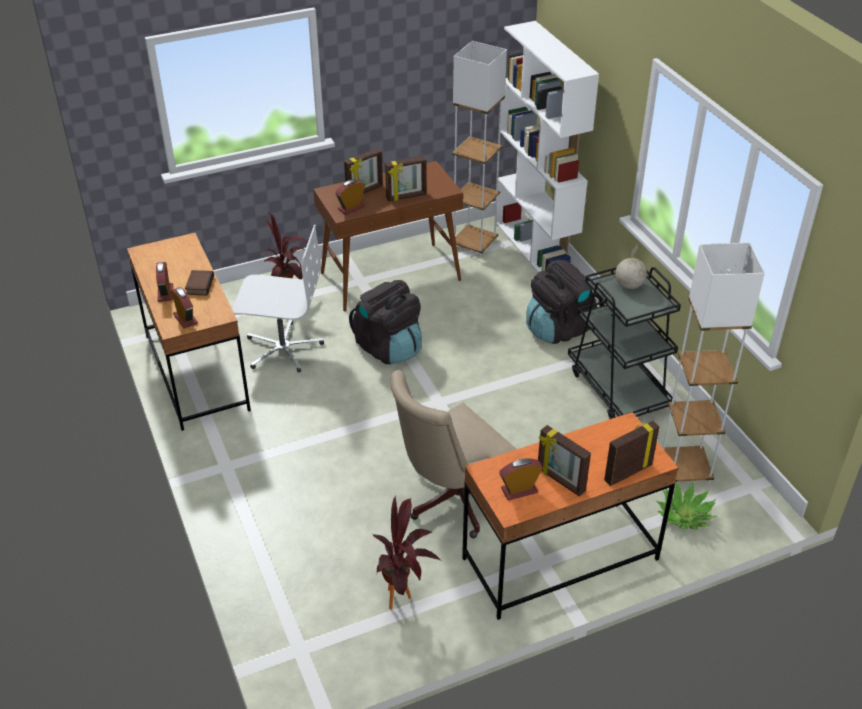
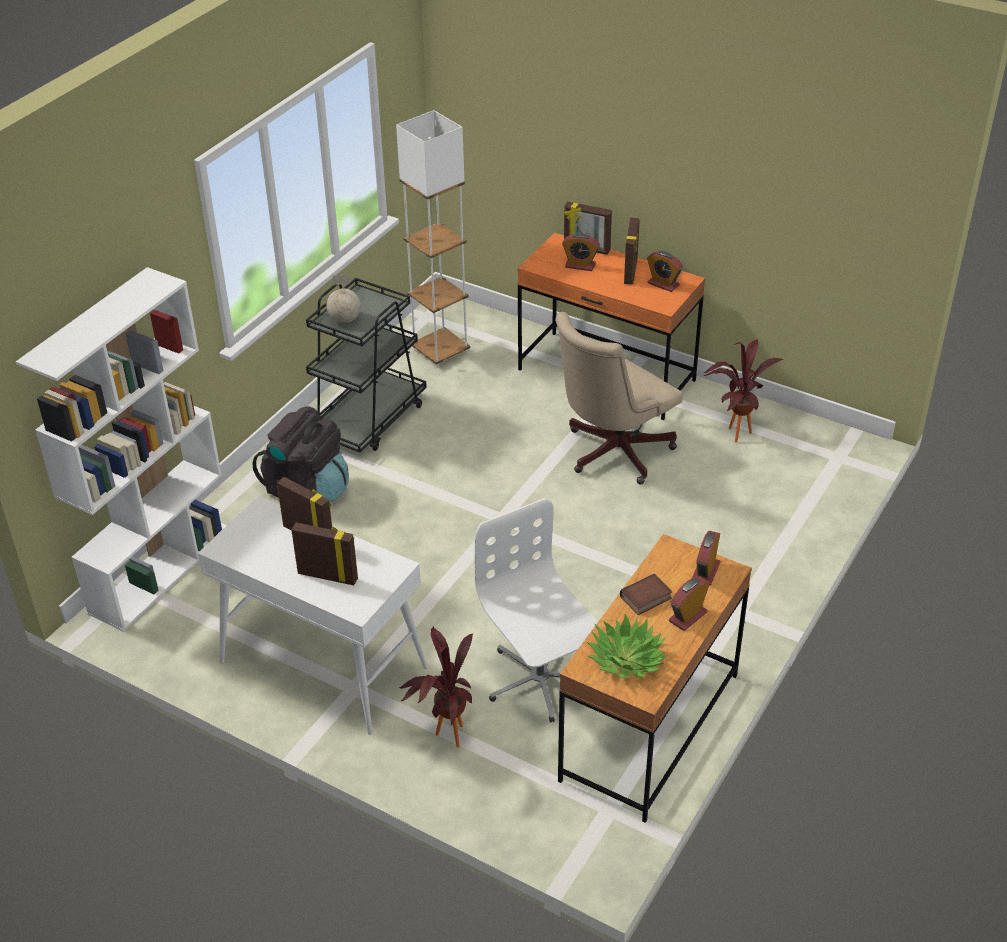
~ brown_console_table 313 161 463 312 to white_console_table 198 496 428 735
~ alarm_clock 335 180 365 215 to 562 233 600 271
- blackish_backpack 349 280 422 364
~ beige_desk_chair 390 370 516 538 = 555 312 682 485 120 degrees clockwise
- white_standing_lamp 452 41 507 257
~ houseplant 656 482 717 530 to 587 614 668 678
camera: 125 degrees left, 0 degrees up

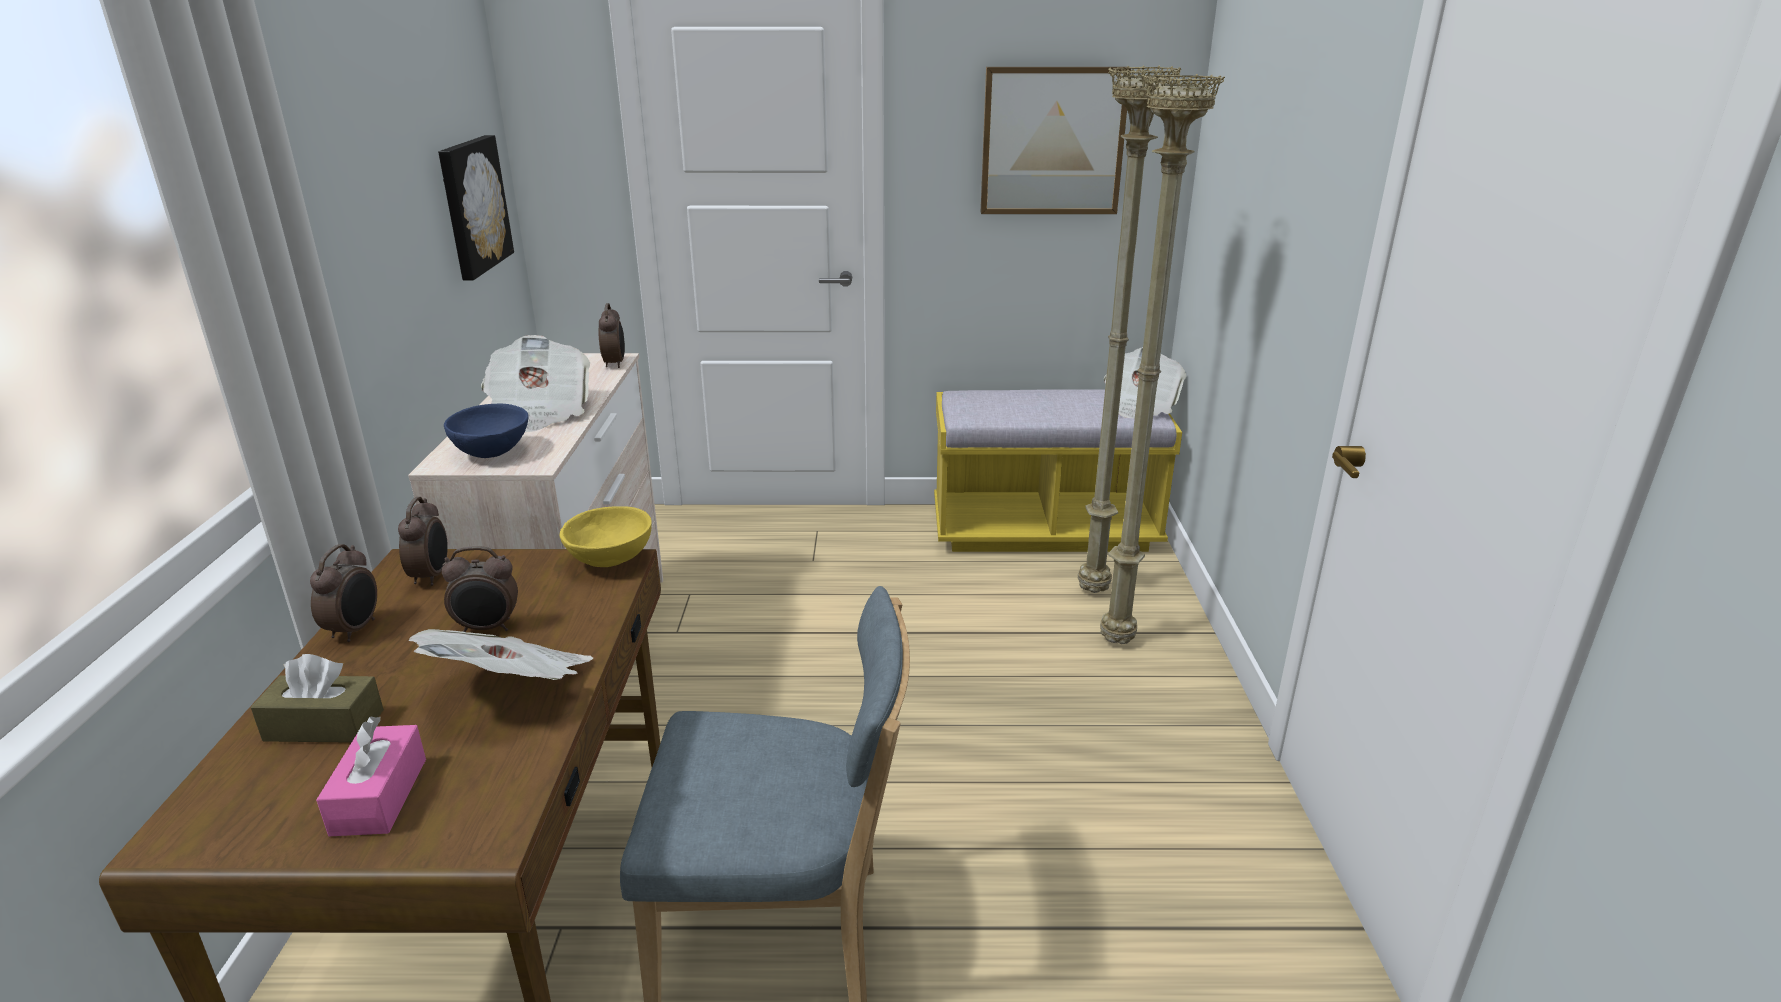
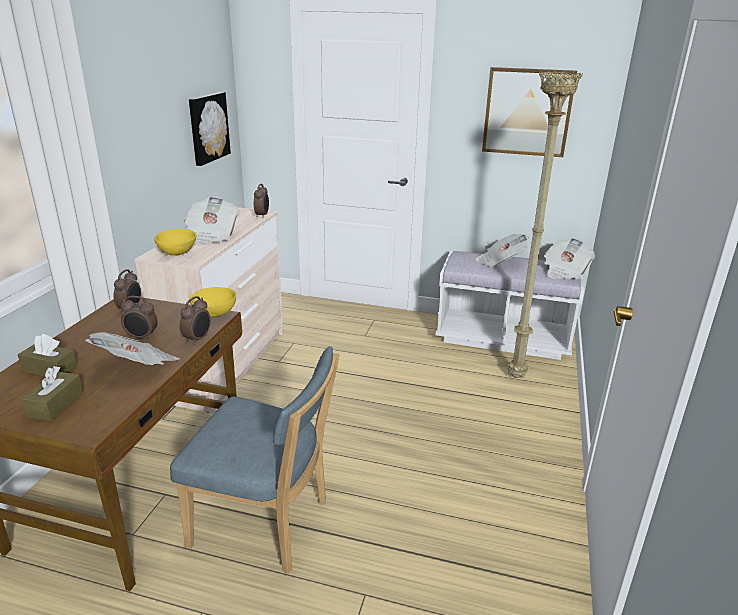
~ alarm_clock 310 544 377 642 to 179 296 211 345
~ pink_tissue_holder 316 717 426 836 to brown_tissue_holder 22 366 83 421
~ blue-coloured_deep_dish 444 404 528 458 to yellow-coloured_deep_dish 154 229 196 256
~ yellow-coloured_long_seat 934 389 1182 552 to white_long_seat 436 251 584 360
- beige_standing_lamp 1100 74 1225 644
+ daily_paper 476 234 529 267
camera: 15 degrees right, 0 degrees up

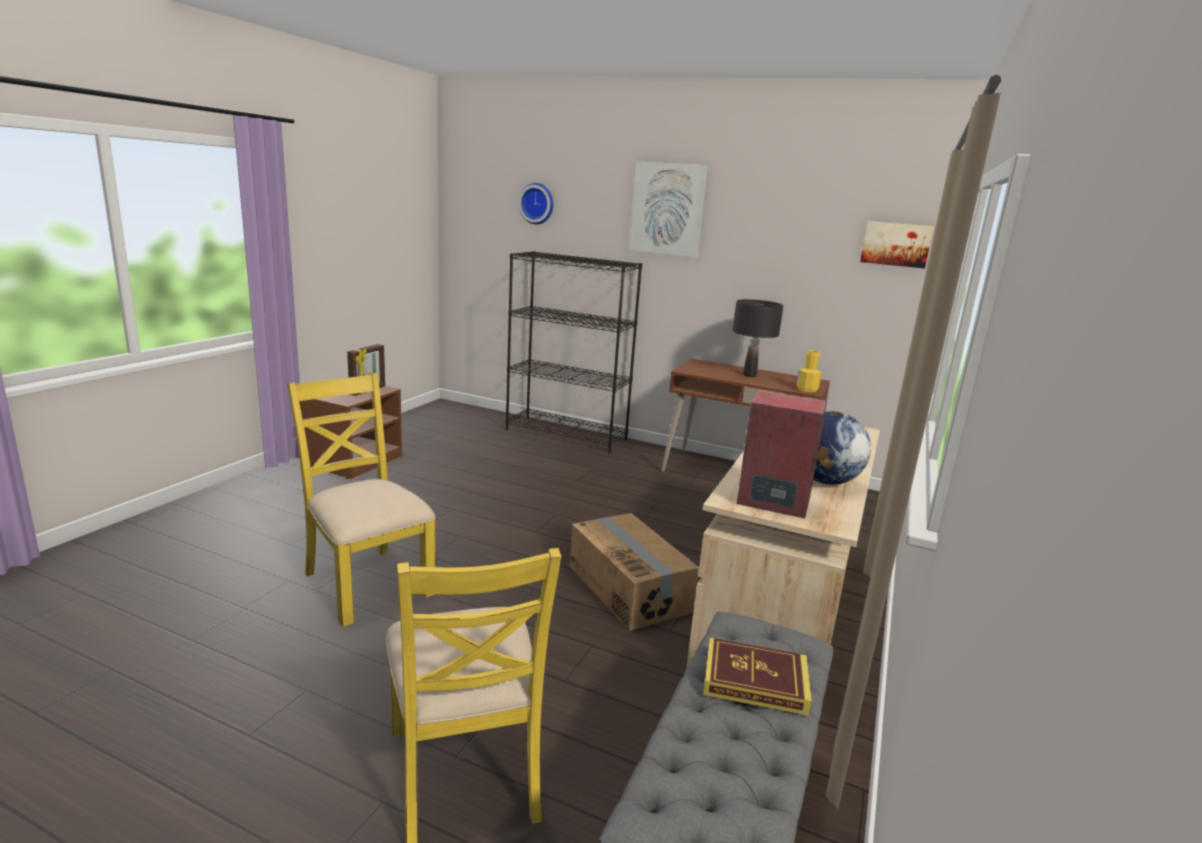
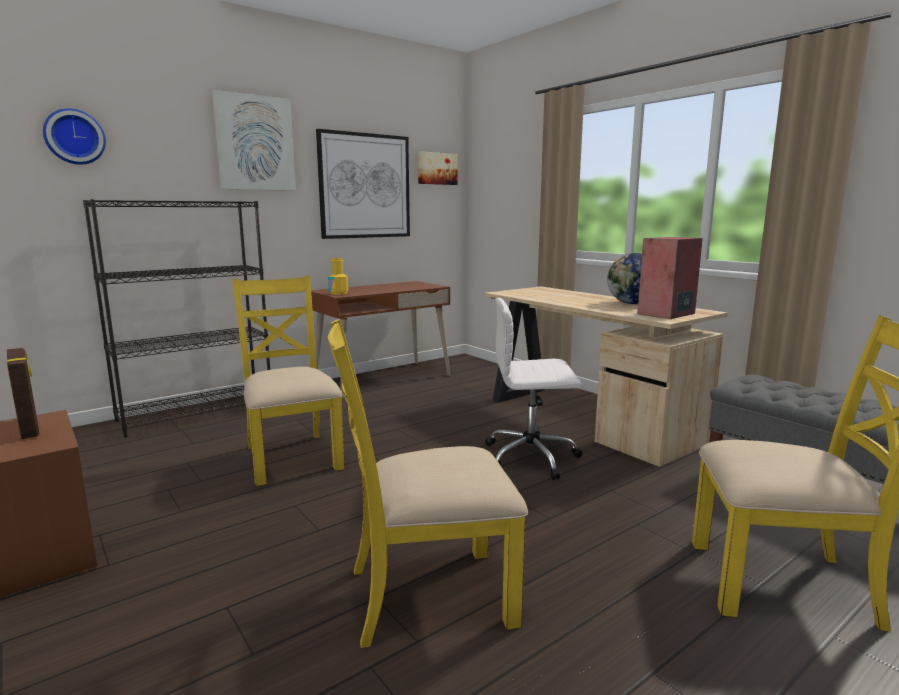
~ packing_box 570 513 699 631 to white_desk_chair 485 298 583 480
- book 703 638 812 716
- blackish_tabletop_lamp 733 299 784 377
~ yellow-coloured_drink_bottle 796 350 822 392 to 328 258 348 295
+ yellow-coloured_chair 232 276 345 486
+ picture 316 129 410 239
camera: 60 degrees left, 5 degrees down

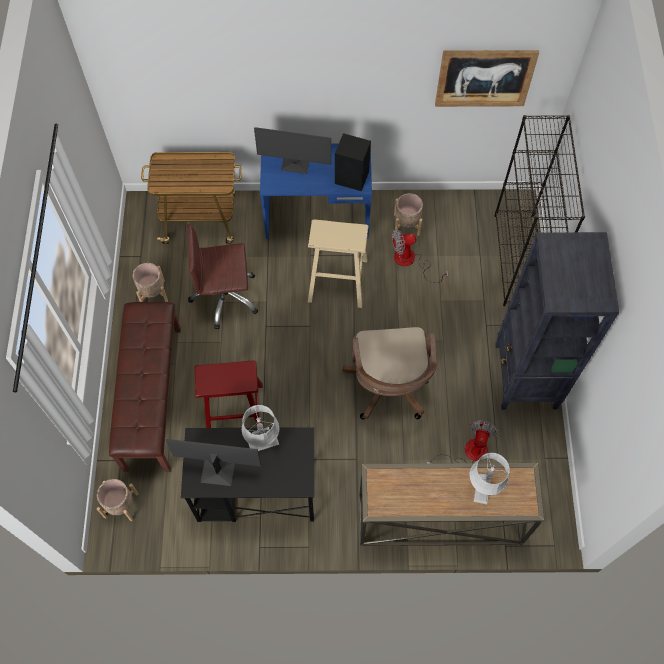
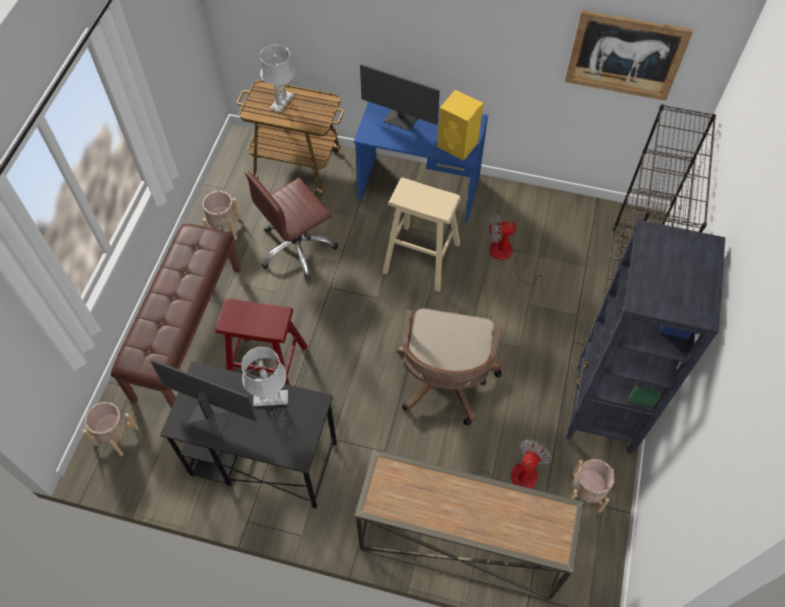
~ brown_desk_chair 187 224 258 329 = 245 171 338 280 45 degrees counterclockwise
~ blackish_audio_speaker 335 133 371 191 to yellow-coloured_audio_speaker 437 90 483 160
~ beige_plant_pot 394 193 423 236 to 569 459 615 513
~ grey_tabletop_lamp 469 453 510 504 to 260 44 295 113
camera: 15 degrees right, 5 degrees down

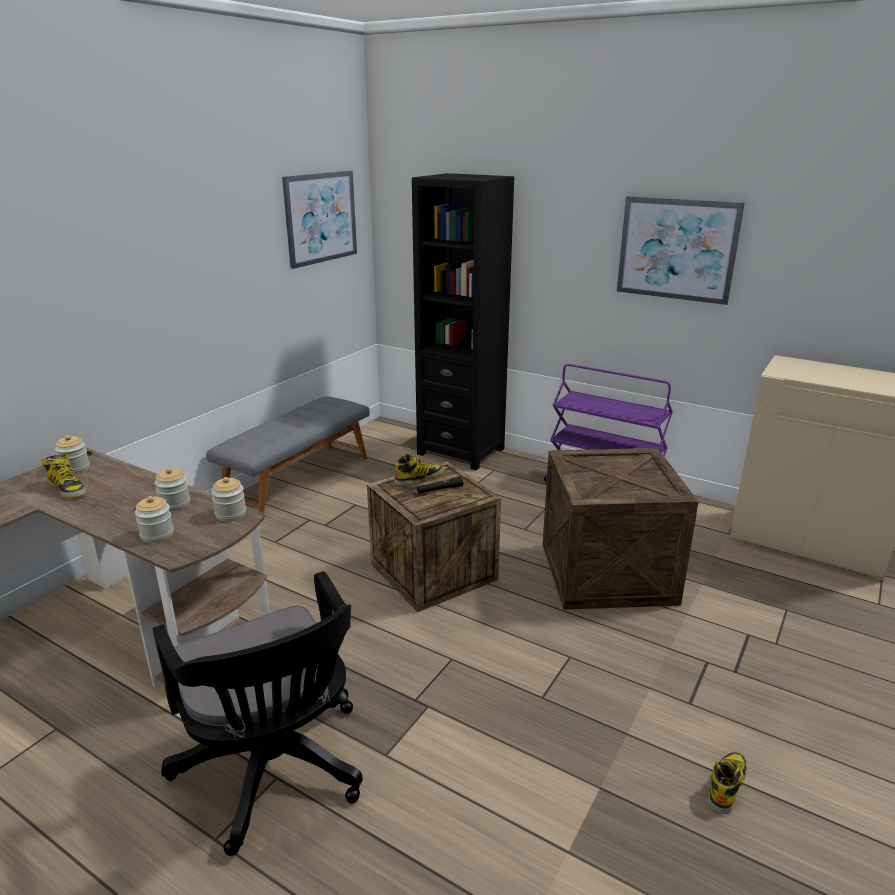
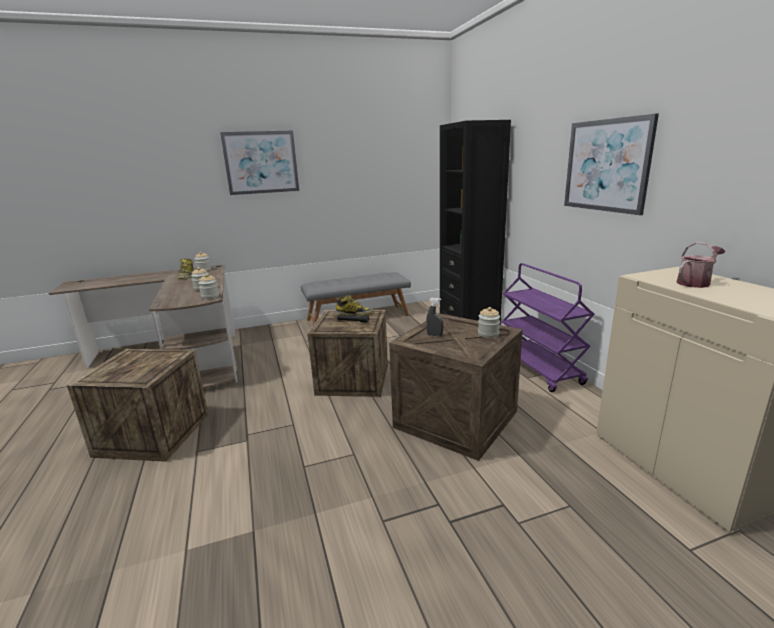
~ jar 135 496 174 543 to 478 307 500 338
~ blackish_desk_chair 153 571 363 856 to packing_crate 67 349 209 462
~ picture 282 171 357 269 to 220 130 299 195
- tall_boot 708 752 747 814
+ grey_spray_bottle 426 298 443 336
+ sprinkling_can 676 242 725 288
camera: 40 degrees right, 5 degrees down

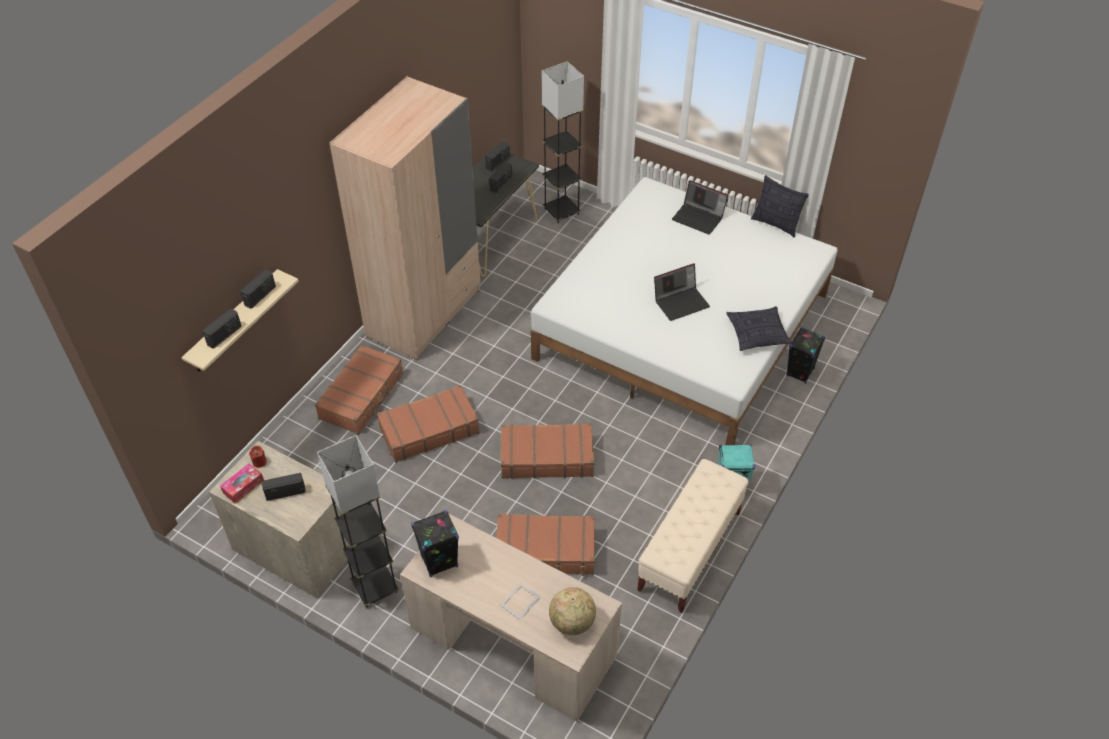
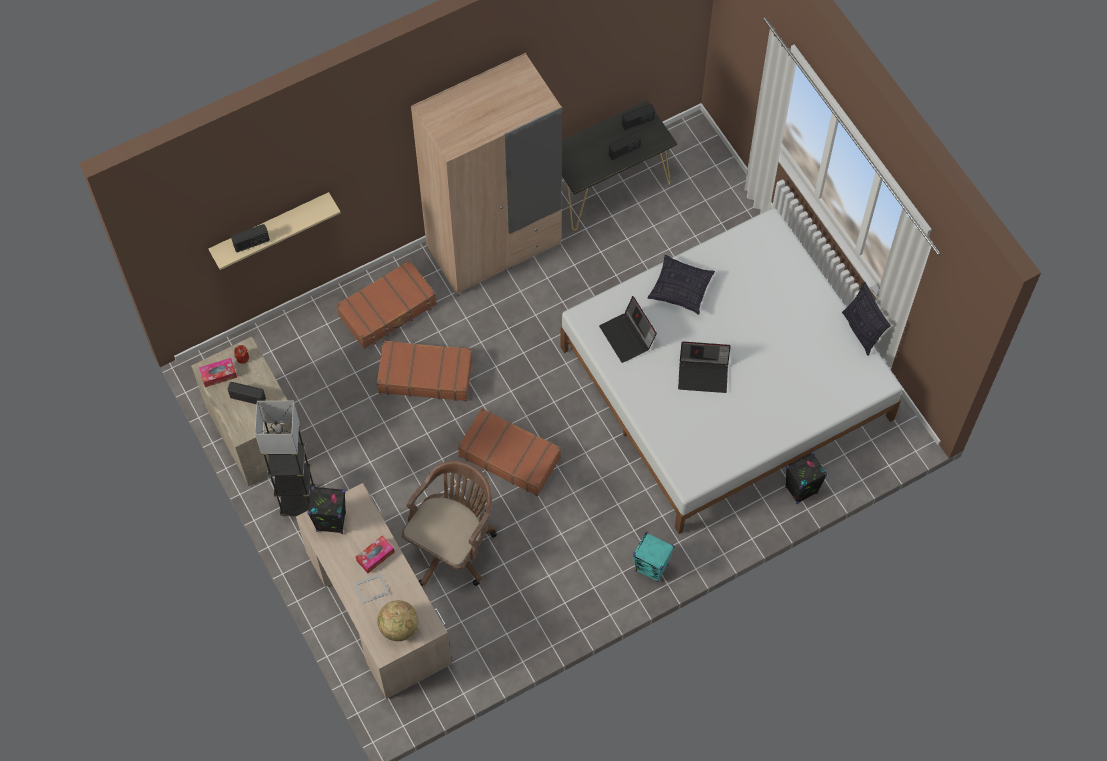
- radio 240 269 276 309
~ brown_piece_of_luggage 496 514 595 576 to brown_desk_chair 402 460 497 586
- grey_standing_lamp 542 61 584 223
- beige_long_seat 637 459 749 613
~ laptop 672 180 728 234 to 599 296 657 363
~ pillow 726 306 793 351 to 648 255 715 315
+ tissue_holder 356 535 395 573
camera: 30 degrees right, 15 degrees up

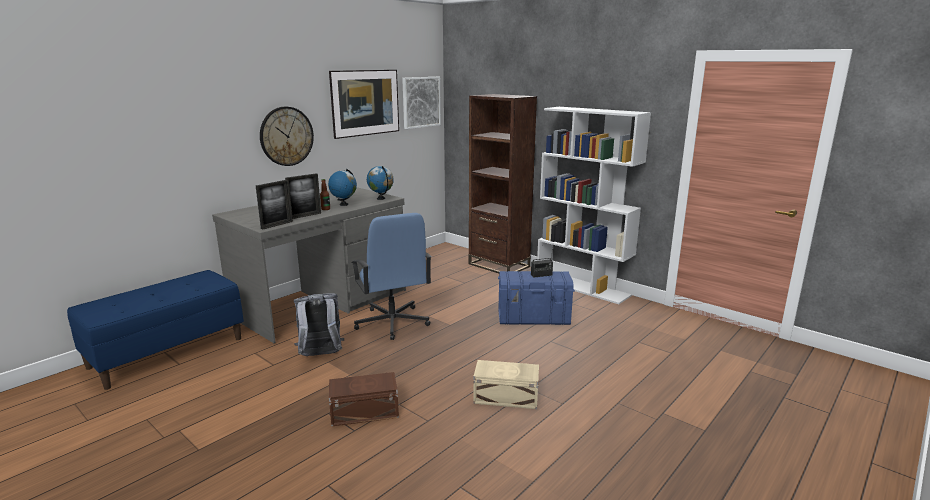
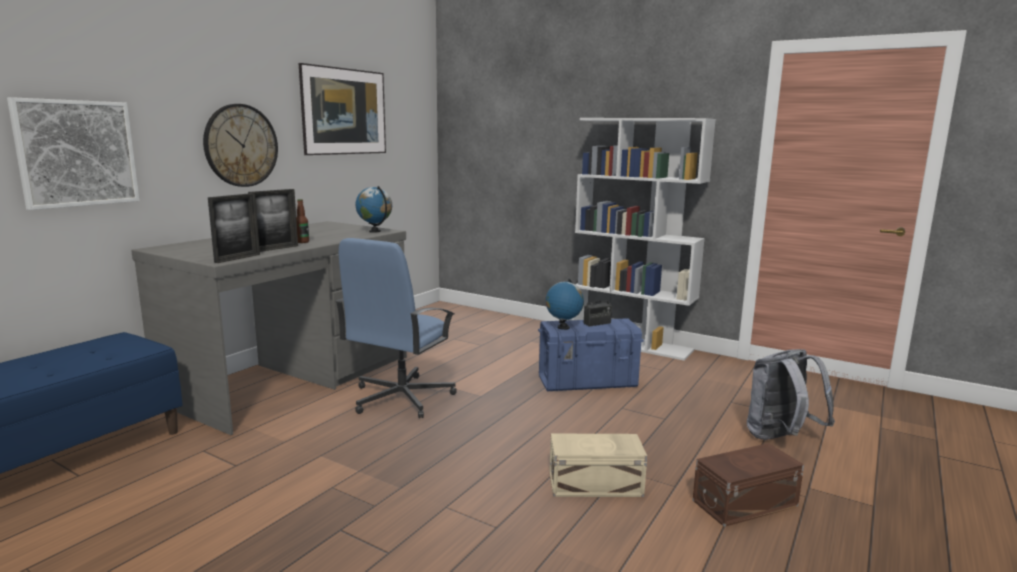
~ grey_backpack 294 293 344 356 to 747 349 835 440
~ globe 328 169 357 206 to 545 279 584 330
~ brown_storage_bin 329 372 399 427 to 692 443 804 527
~ blue-coloured_desk_chair 351 213 432 340 = 335 238 457 418 60 degrees clockwise
~ picture 402 77 441 129 to 7 97 140 210
- brown_bookshelf 468 94 537 273
camera: 10 degrees left, 5 degrees down

